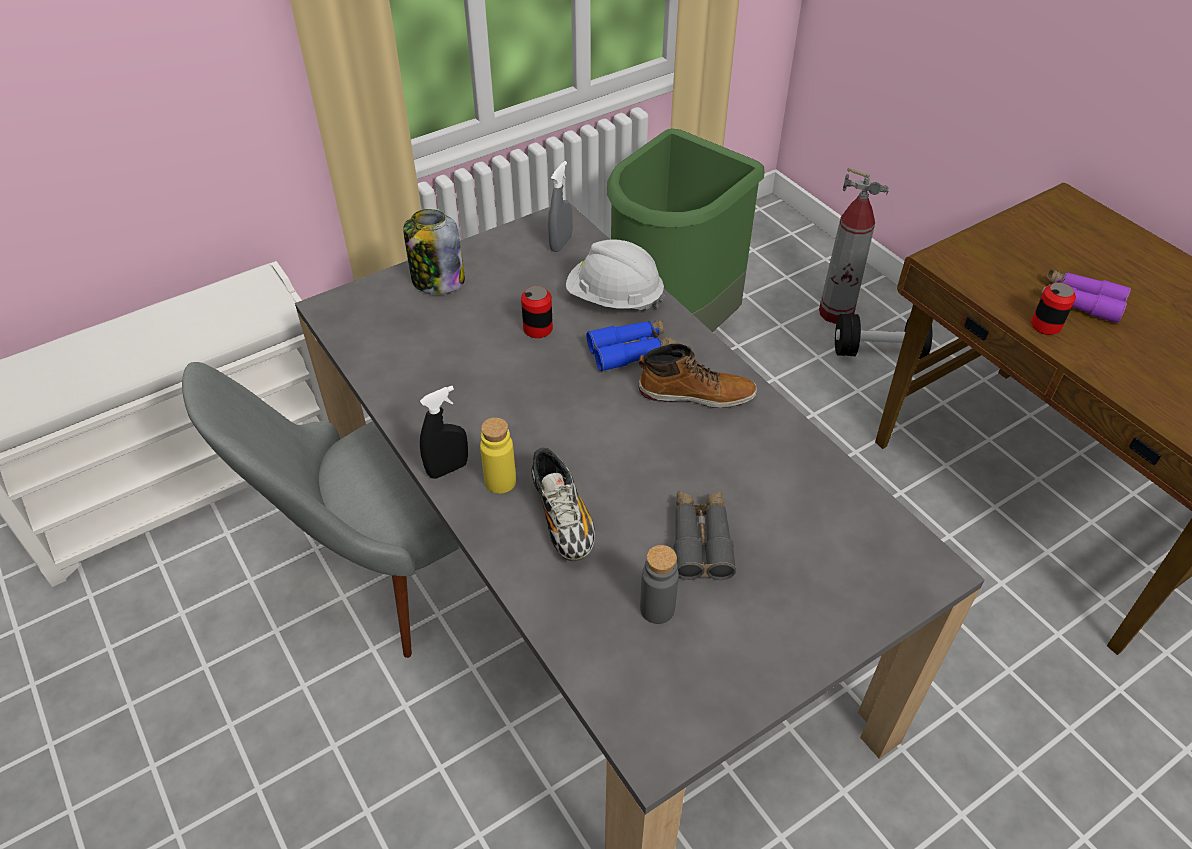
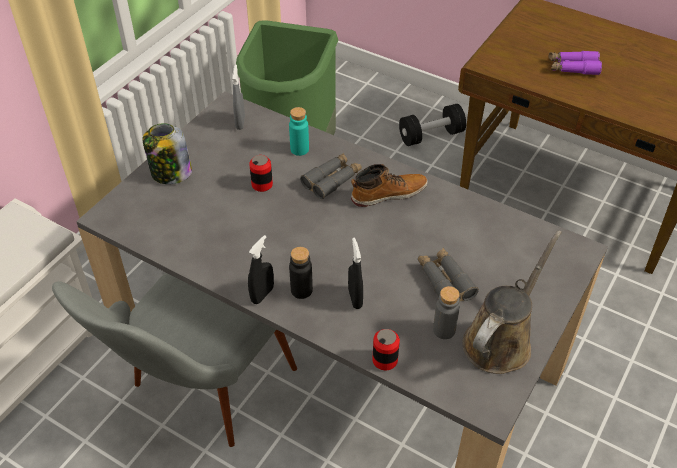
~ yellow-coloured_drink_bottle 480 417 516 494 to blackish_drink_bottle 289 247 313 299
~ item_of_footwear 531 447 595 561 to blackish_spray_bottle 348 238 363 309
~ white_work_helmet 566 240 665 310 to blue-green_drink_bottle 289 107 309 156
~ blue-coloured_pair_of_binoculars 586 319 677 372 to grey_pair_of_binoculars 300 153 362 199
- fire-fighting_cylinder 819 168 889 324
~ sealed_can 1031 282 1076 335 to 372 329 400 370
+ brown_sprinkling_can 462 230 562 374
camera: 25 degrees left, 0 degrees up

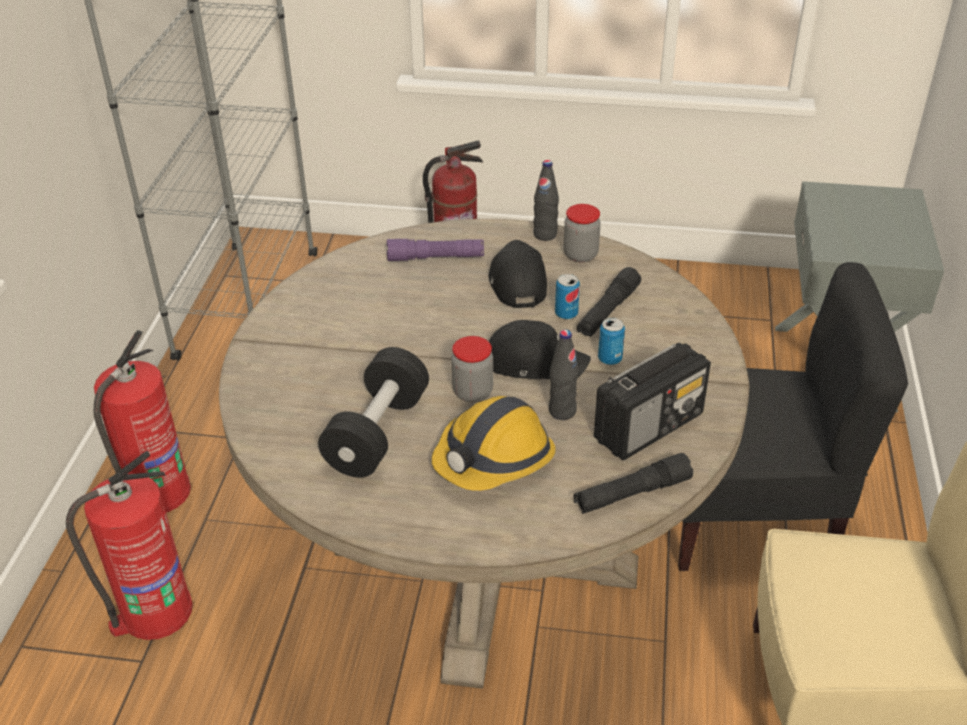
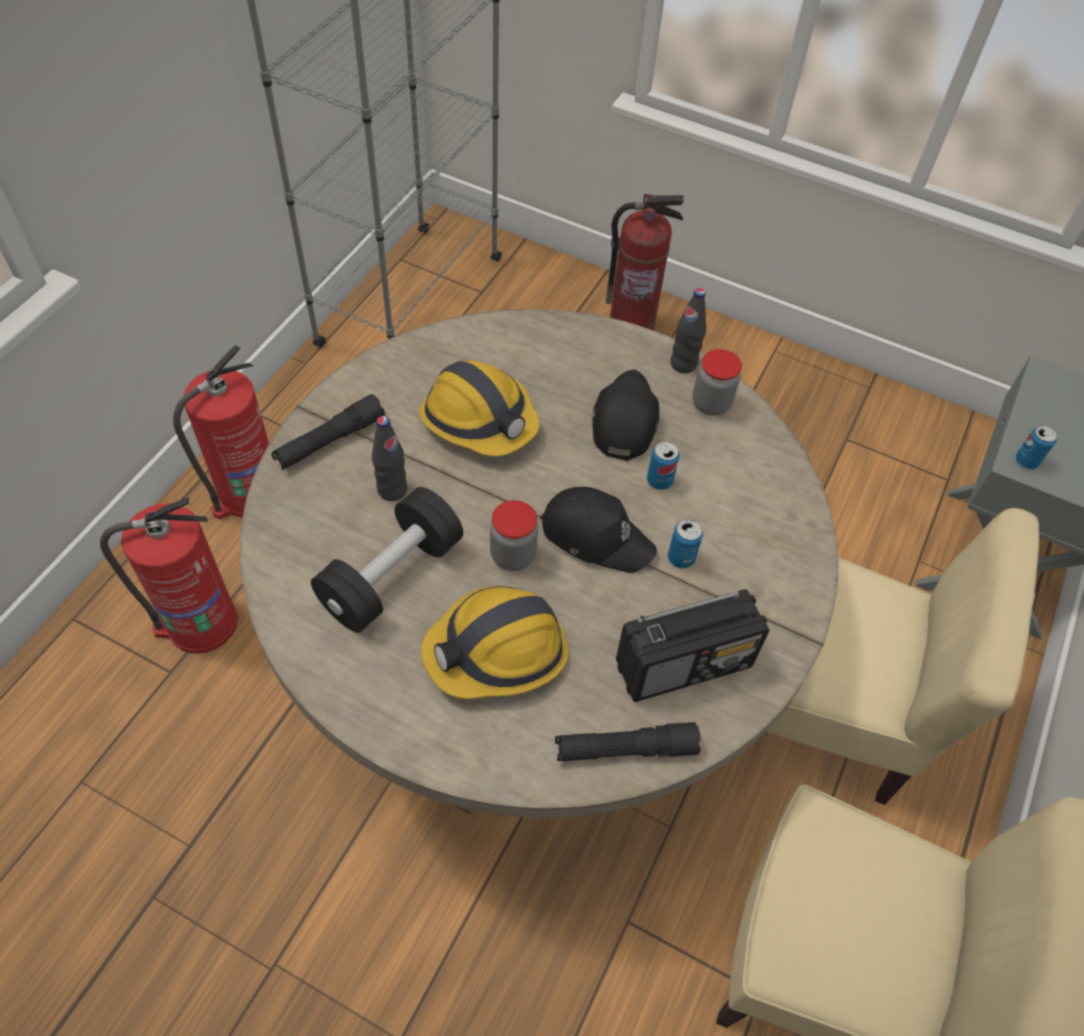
- purple_flashlight 387 239 484 261
~ blackish_drink_bottle 549 330 579 420 to 372 416 407 501
~ blackish_flashlight 577 267 641 337 to 271 394 385 470
~ blackish_chair 678 262 908 571 to beige_chair 766 508 1039 805
+ work_helmet 419 360 540 456
+ sealed_can 1016 425 1057 469
camera: 15 degrees right, 15 degrees up

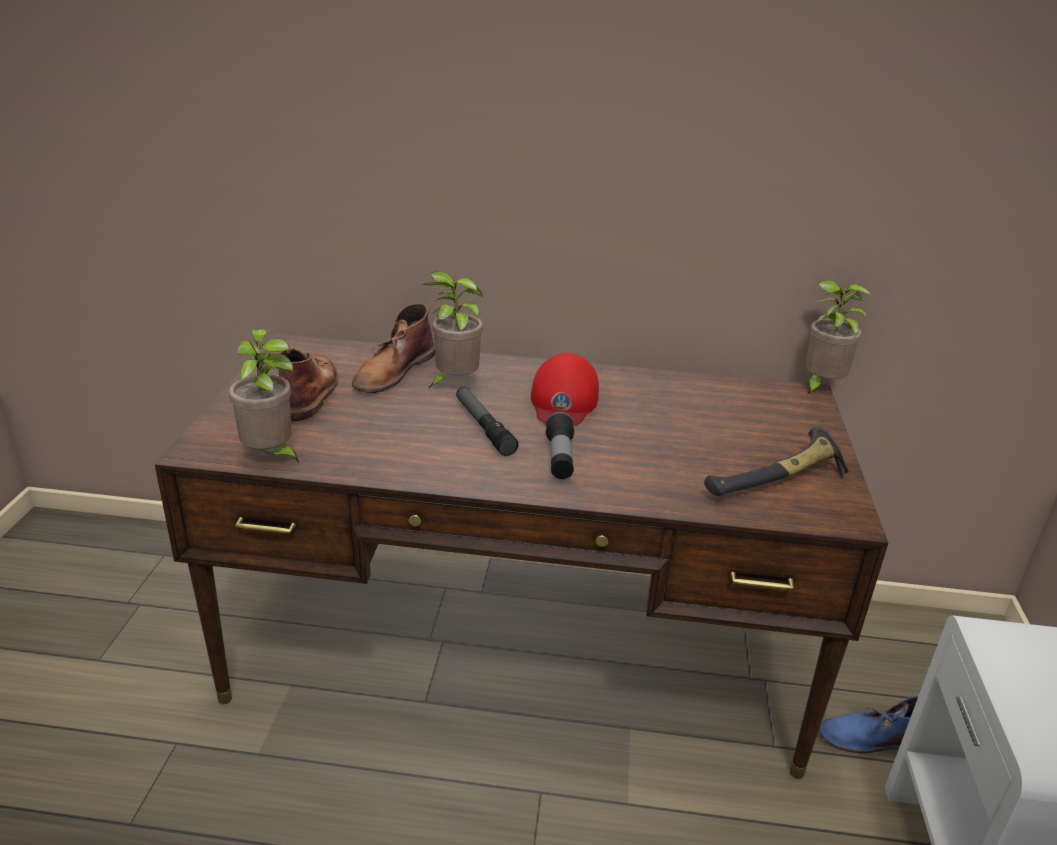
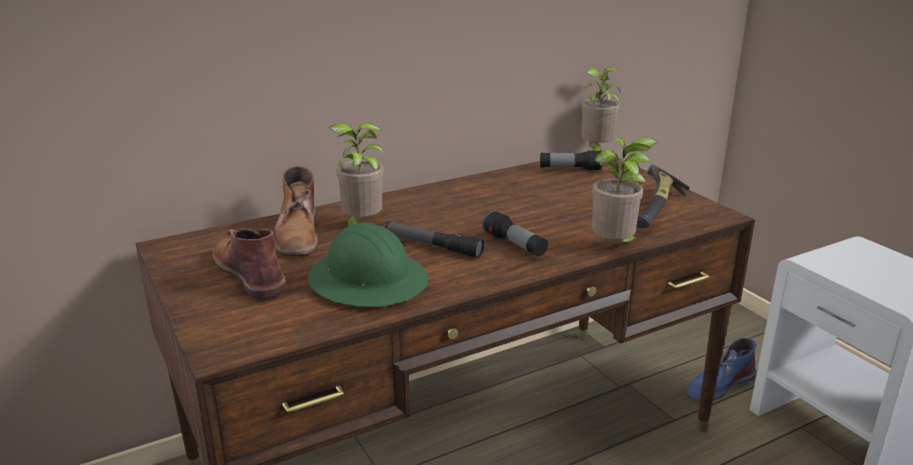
~ houseplant 229 329 299 463 to 592 138 658 243
- reddish_cap 531 353 599 426
+ green-coloured_work_helmet 308 222 428 307
+ flashlight 540 151 603 171
camera: 35 degrees left, 5 degrees down

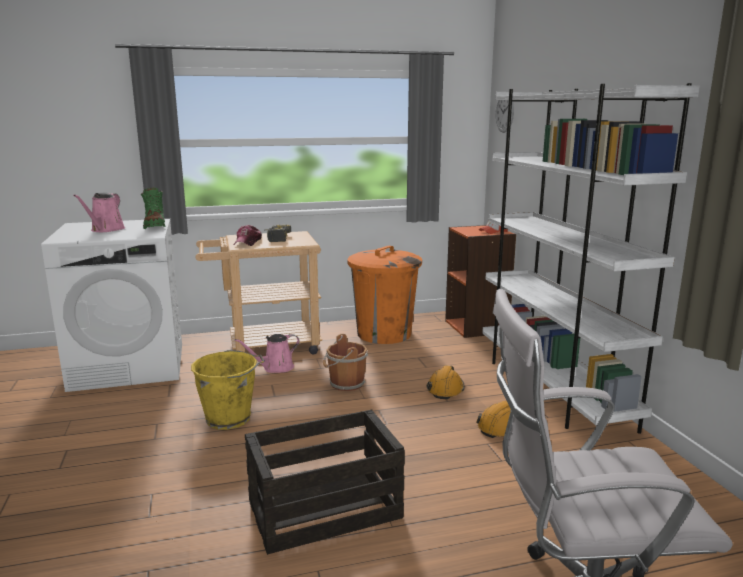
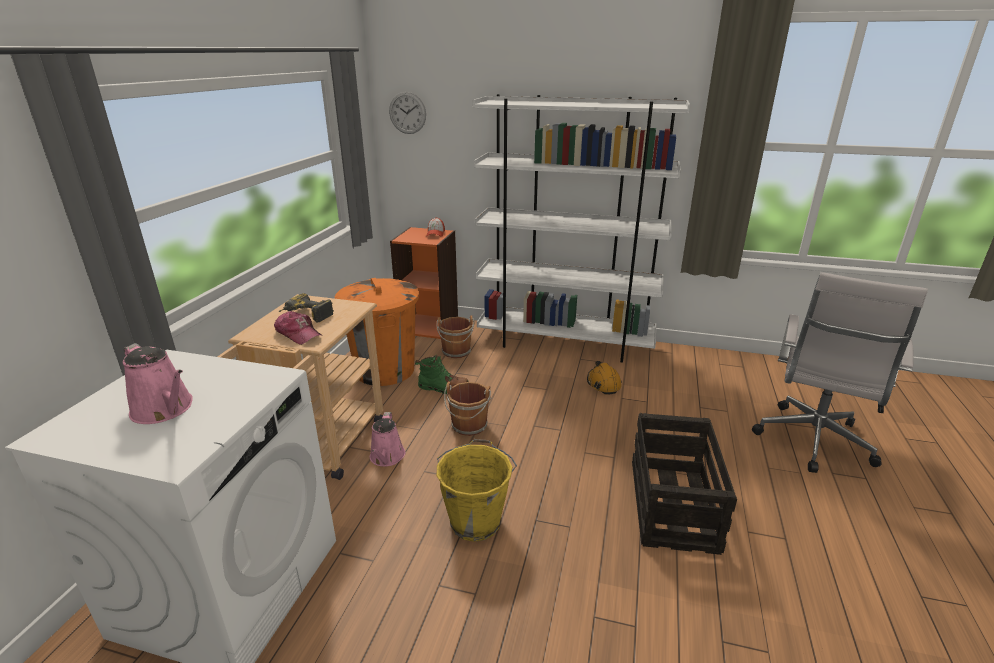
~ green-coloured_tall_boot 141 188 165 229 to 415 355 469 394
- orange_work_helmet 426 365 465 399
+ brown_pail 436 315 475 358
camera: 60 degrees left, 10 degrees up

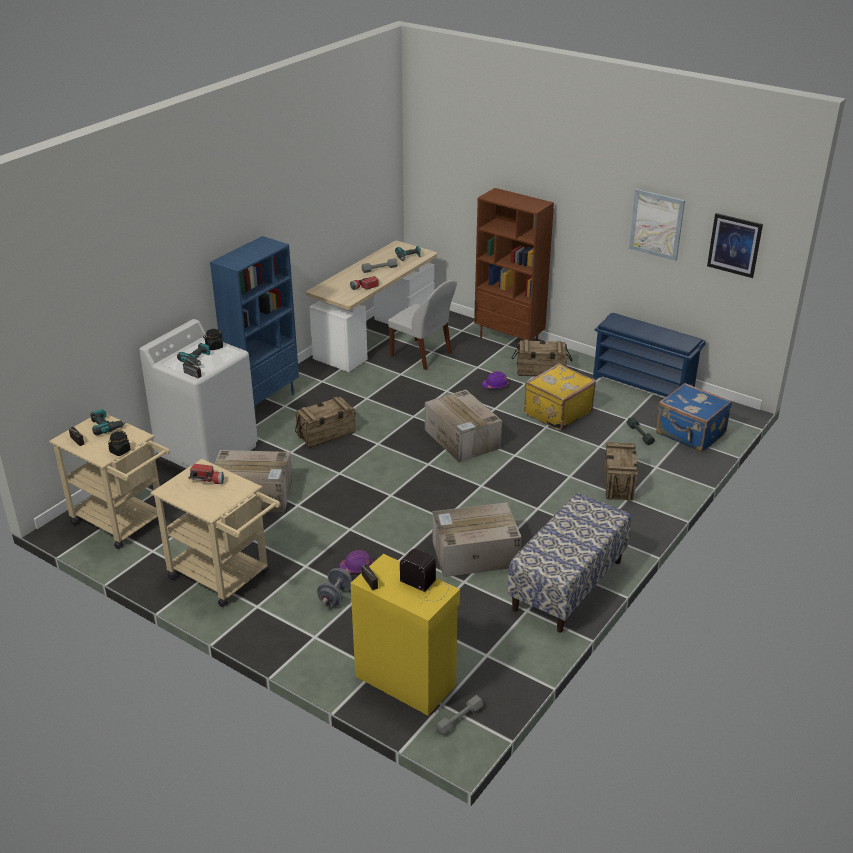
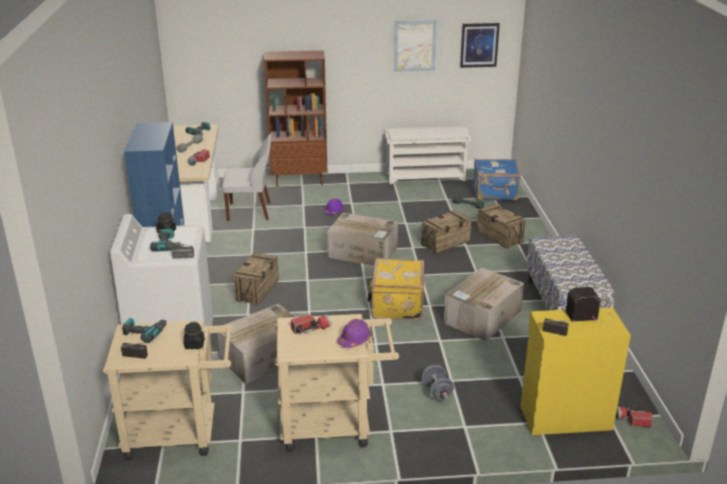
~ purple_work_helmet 339 550 373 573 to 337 319 372 348
~ grey_dumbbell 435 695 484 735 to flashlight 616 407 653 427
~ packing_crate 512 340 572 376 to 421 210 472 254
~ yellow-coloured_piece_of_luggage 524 363 596 431 to 368 258 424 320
~ blue-coloured_shoe_rack 593 313 706 397 to white_shoe_rack 385 126 471 184
camera: 40 degrees left, 5 degrees down

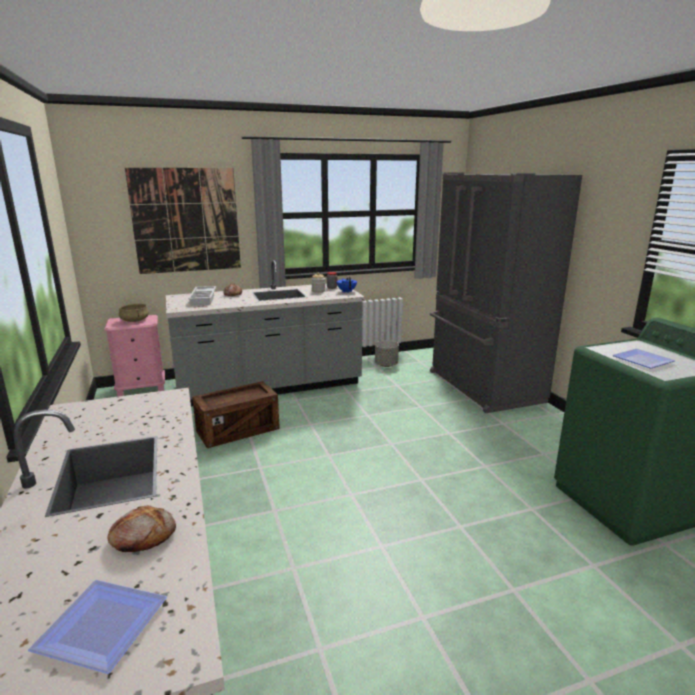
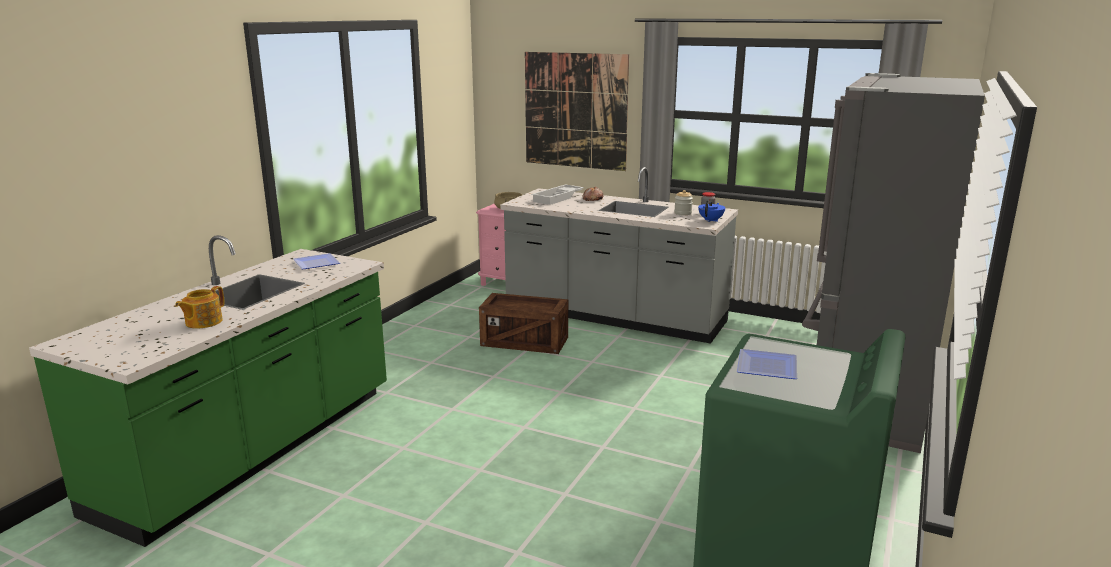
~ plate 28 580 167 674 to 293 253 340 270
~ bread 107 505 176 552 to tea_pot 175 286 225 329
- grey_plant_pot 375 340 399 367
camera: 45 degrees right, 0 degrees up

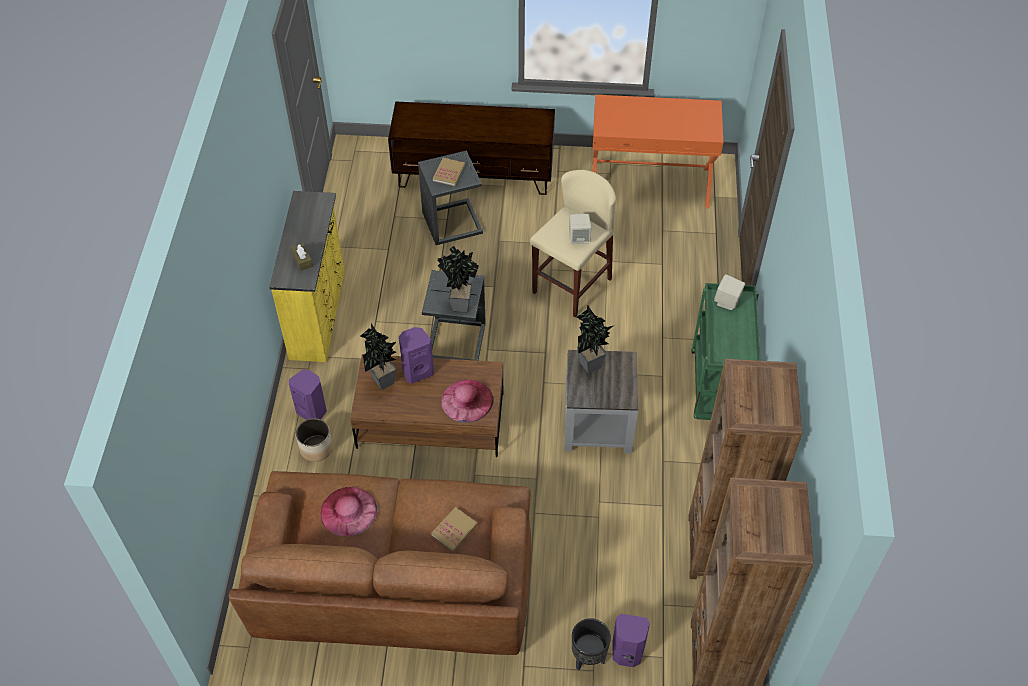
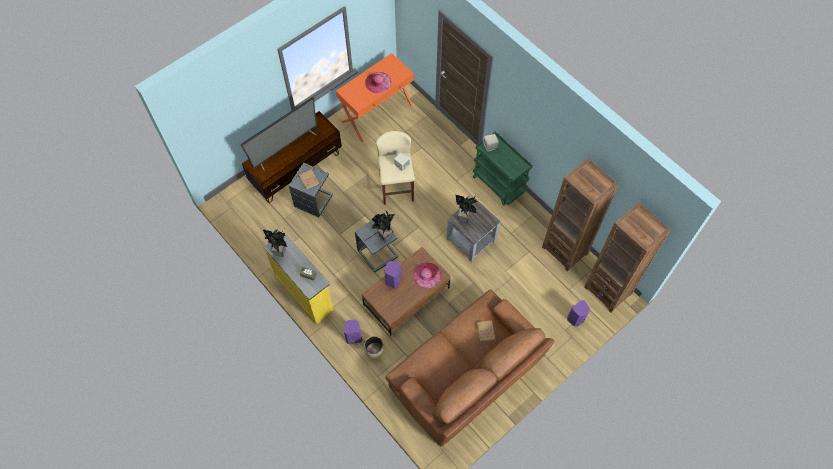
~ pink_clothing_hat 321 487 377 537 to 365 72 391 93
~ houseplant 360 324 396 390 to 263 229 287 257
- blackish_plant_pot 572 618 611 671
+ TV_set 240 97 317 171
camera: 45 degrees left, 10 degrees up

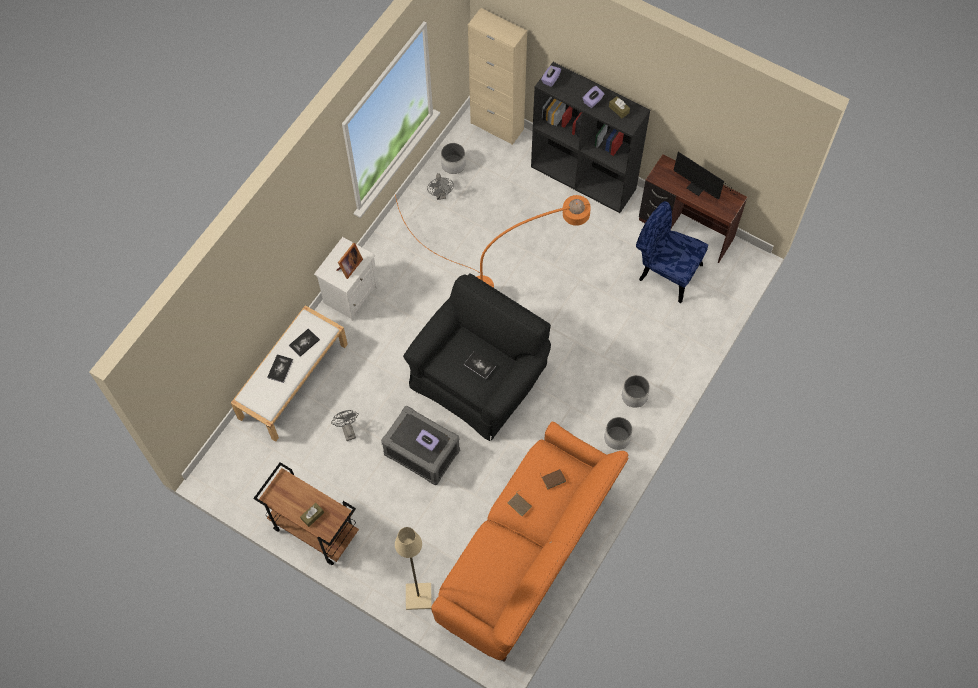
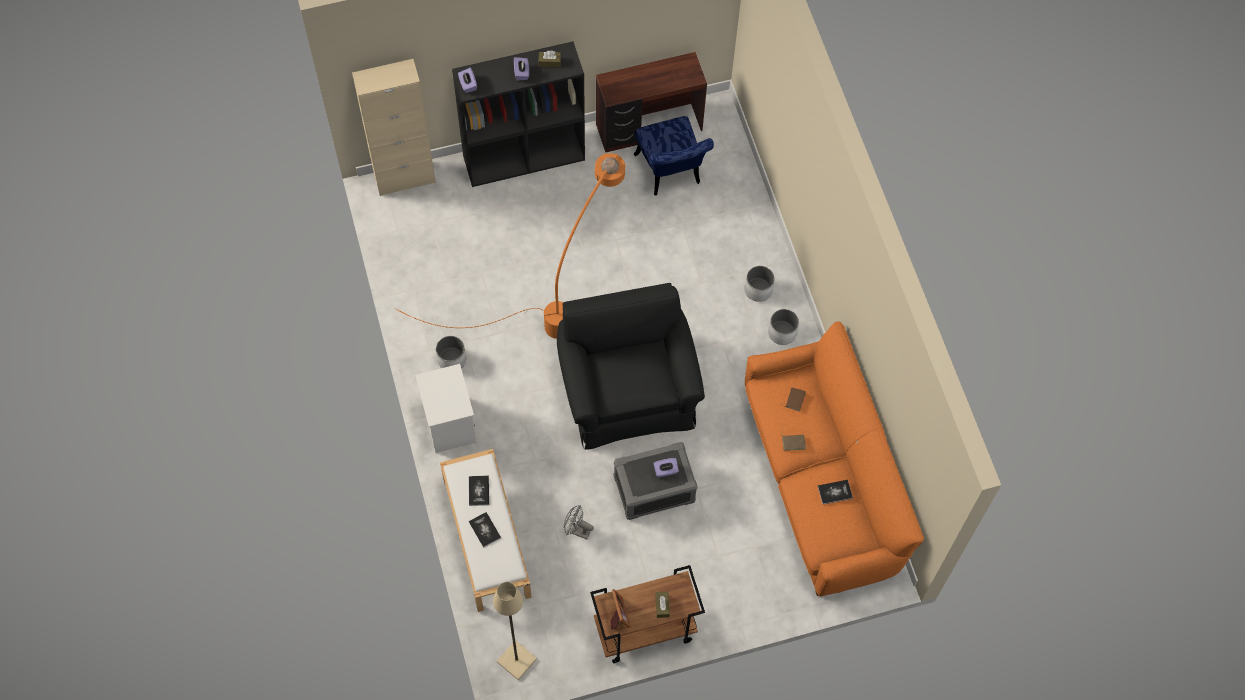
~ photo_frame 337 243 363 279 to 610 589 630 630
~ beige_standing_lamp 395 527 432 610 to 493 582 537 680
- grey_electric_fan 427 173 454 200
~ white_plant_pot 441 143 466 174 to 436 336 466 368
~ book 464 352 496 379 to 818 480 853 504
~ blue-coloured_chair 636 201 708 303 = 634 116 714 196 90 degrees counterclockwise
- computer_display 673 152 733 200
camera: 50 degrees left, 0 degrees up

